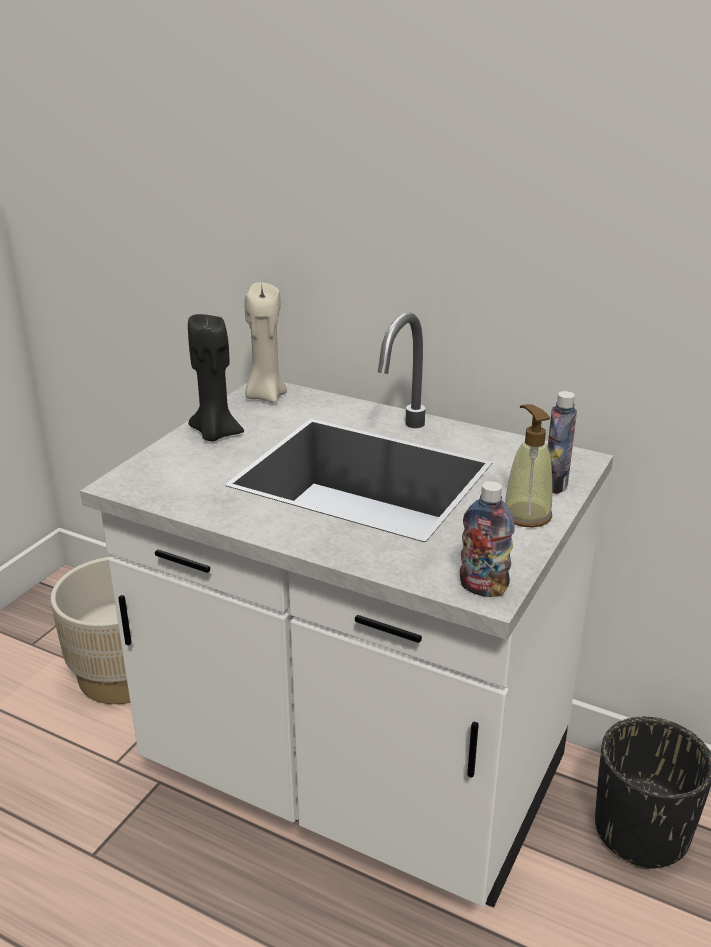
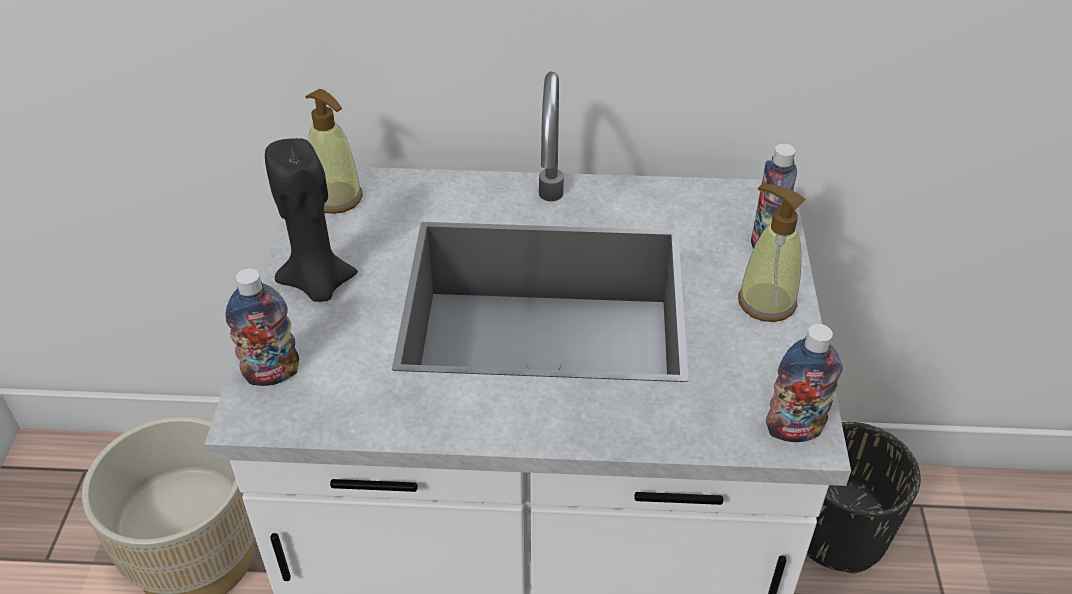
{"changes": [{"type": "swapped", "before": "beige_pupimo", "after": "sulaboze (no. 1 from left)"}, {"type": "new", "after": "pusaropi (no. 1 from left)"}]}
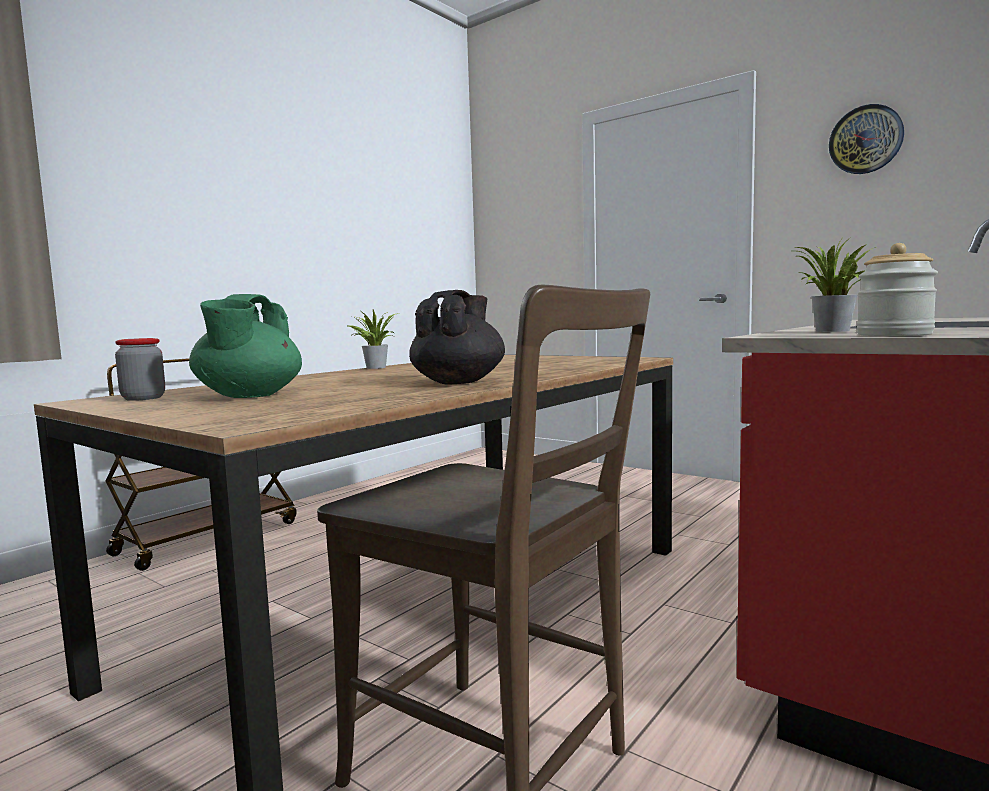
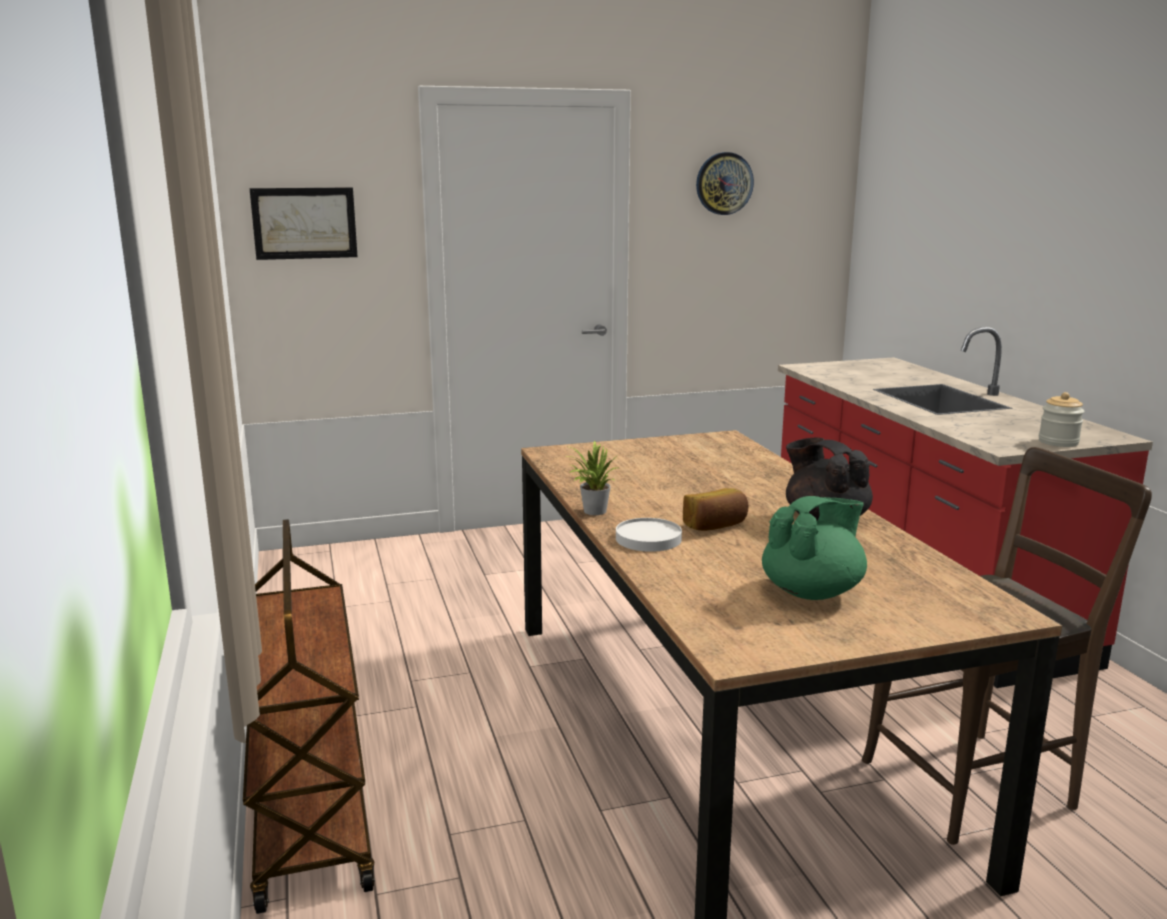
{"changes": [{"type": "gone", "before": "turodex (no. 1 from left)"}, {"type": "rotated", "before": "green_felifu", "turn": -75}, {"type": "gone", "before": "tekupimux (no. 2 from left)"}, {"type": "new", "after": "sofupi"}, {"type": "new", "after": "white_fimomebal"}, {"type": "new", "after": "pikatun"}]}
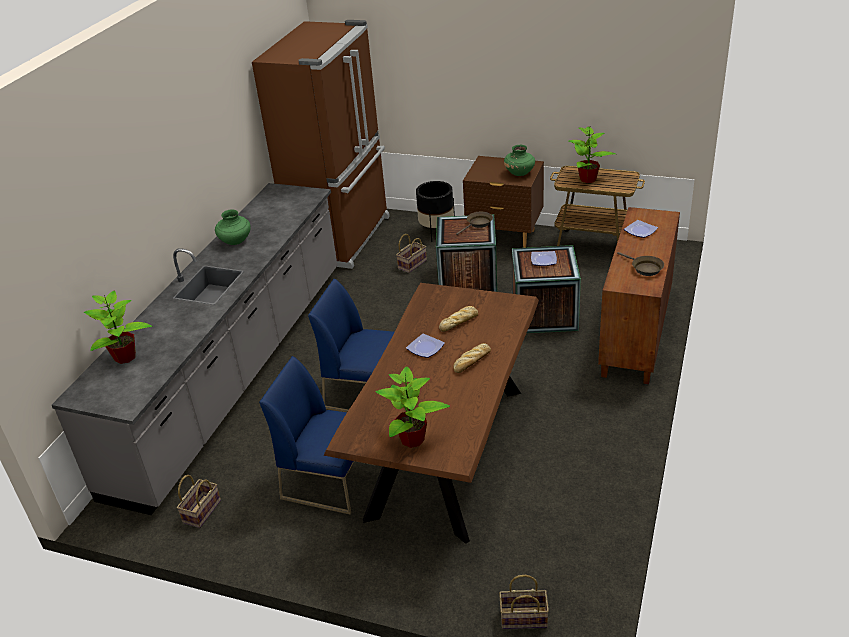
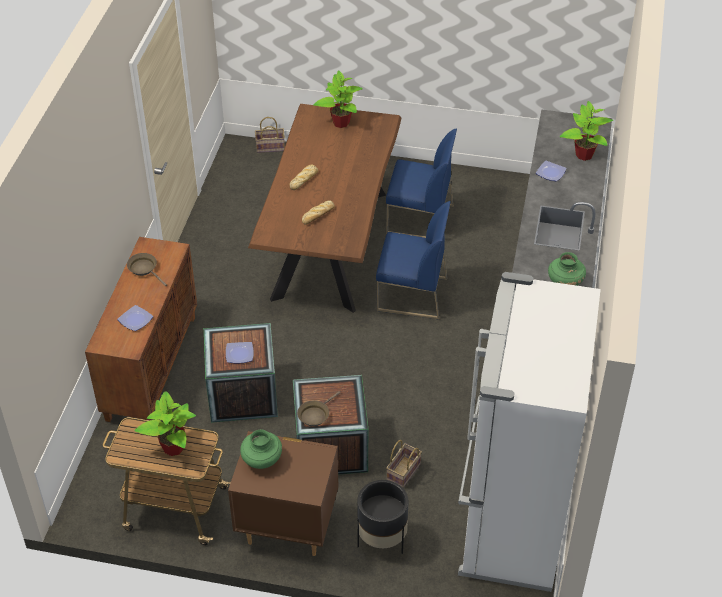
{"changes": [{"type": "gone", "before": "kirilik (no. 1 from left)"}, {"type": "repainted", "before": "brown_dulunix", "after": "white_dulunix"}, {"type": "shifted", "before": "fimomebal (no. 1 from left in the first image)", "after": "fimomebal (no. 3 from left)"}]}
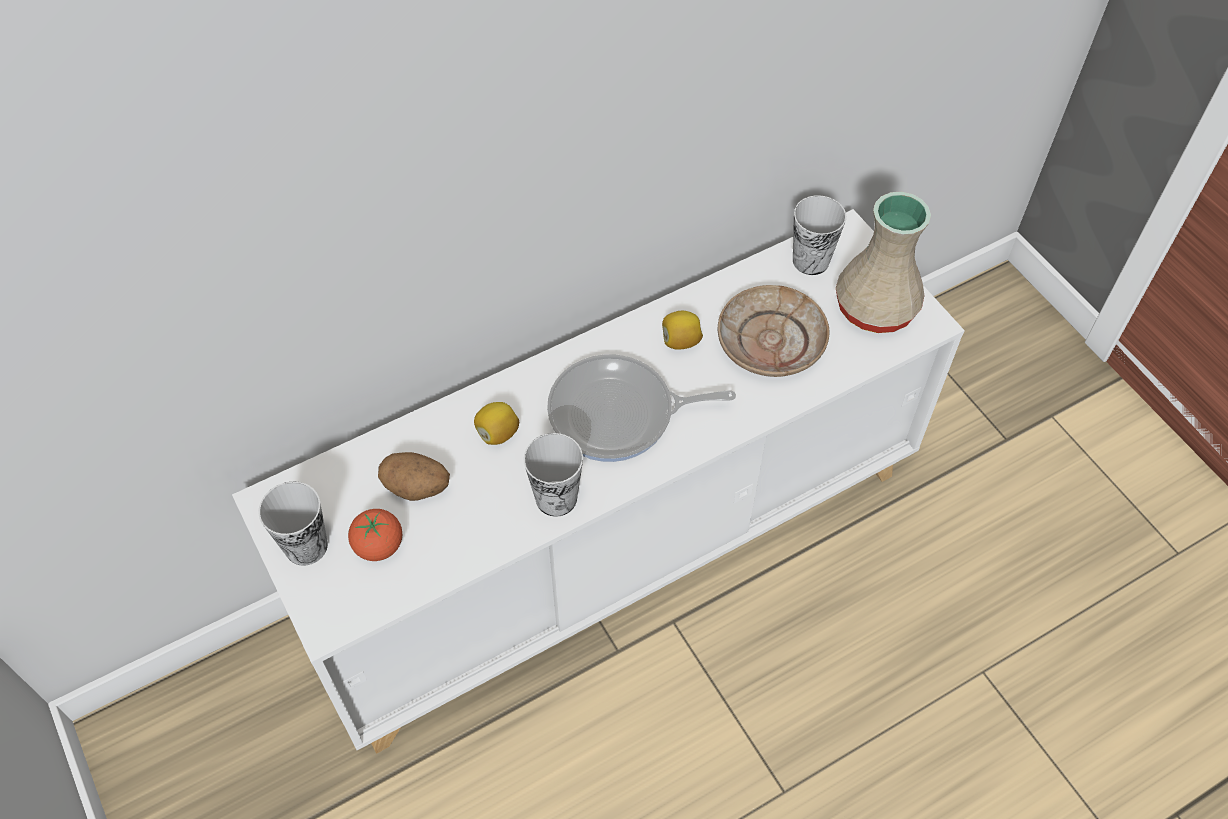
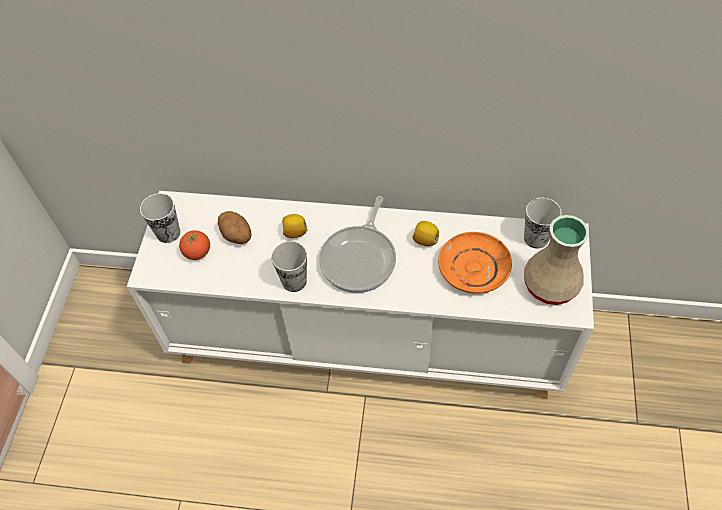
{"changes": [{"type": "rotated", "before": "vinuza", "turn": -105}, {"type": "repainted", "before": "beige_fimomebal", "after": "orange_fimomebal"}]}
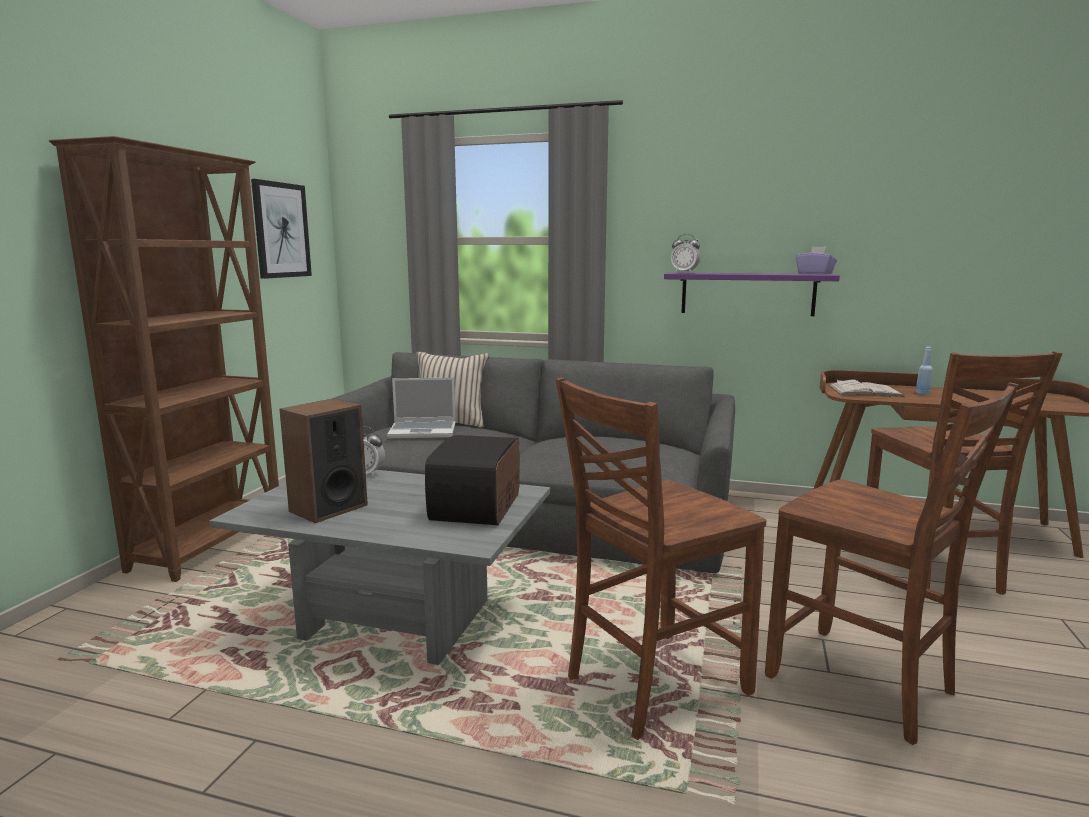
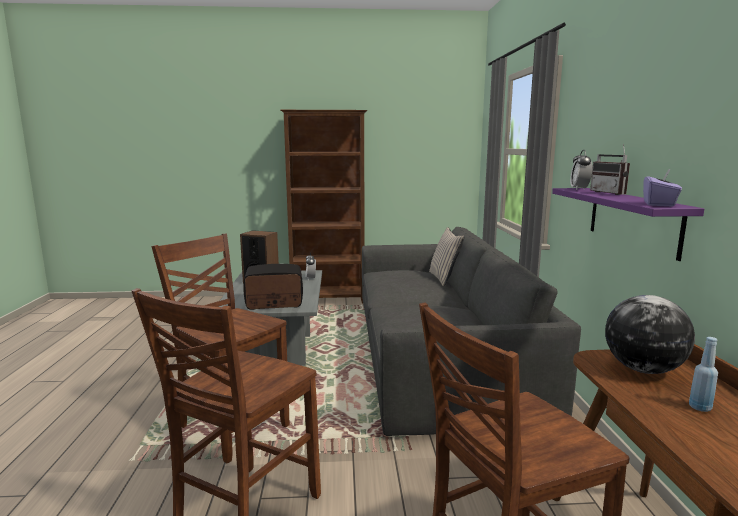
{"changes": [{"type": "gone", "before": "sofupi"}, {"type": "gone", "before": "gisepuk"}, {"type": "swapped", "before": "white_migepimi", "after": "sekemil"}, {"type": "new", "after": "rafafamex (no. 2 from left)"}]}
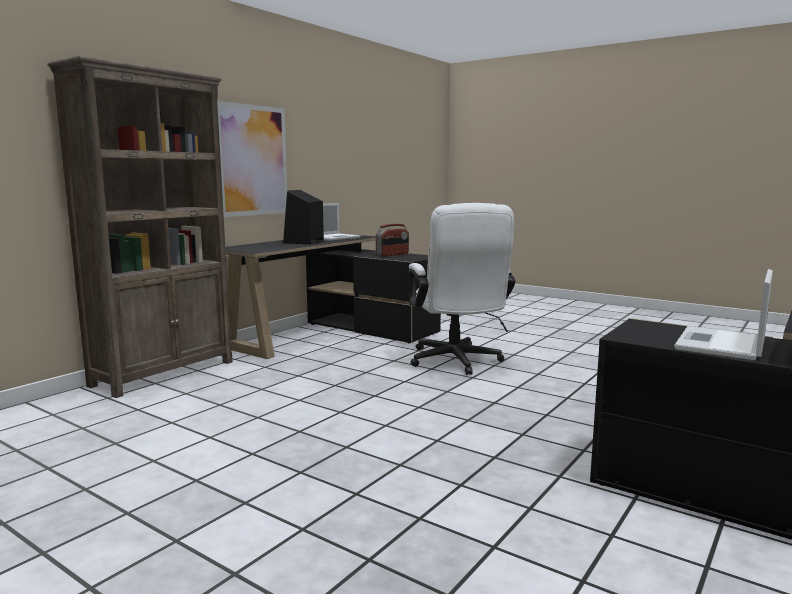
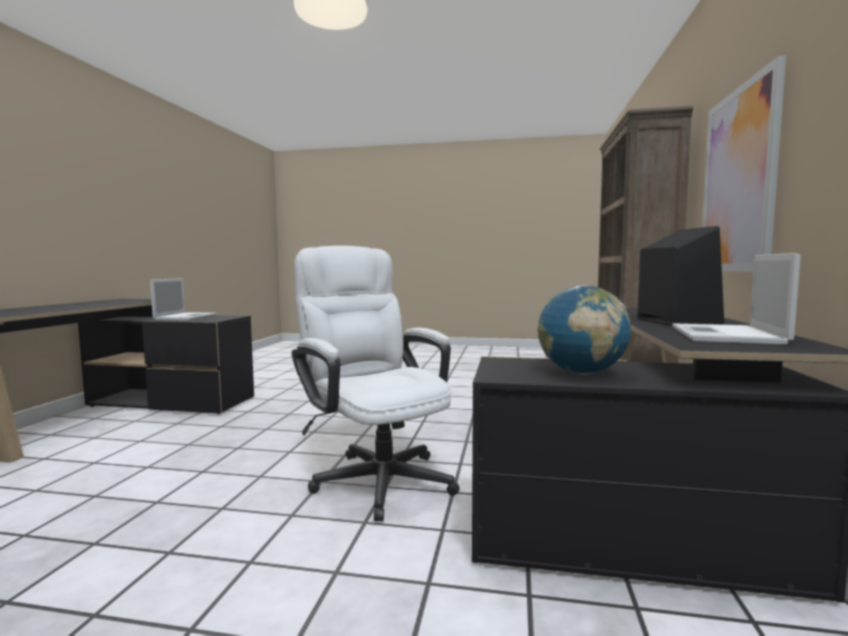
{"changes": [{"type": "swapped", "before": "rafafamex", "after": "sekemil"}]}
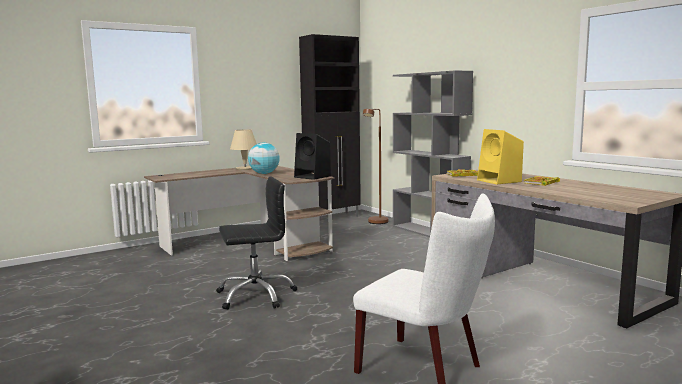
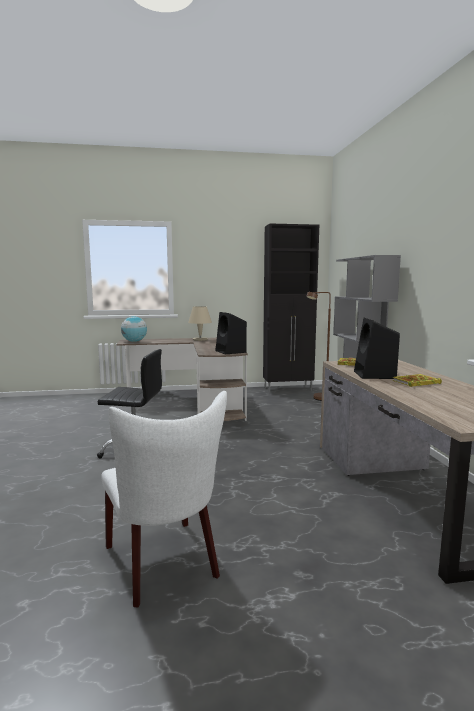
{"changes": [{"type": "shifted", "before": "sekemil"}, {"type": "repainted", "before": "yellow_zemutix", "after": "black_zemutix (no. 2 from left)"}]}
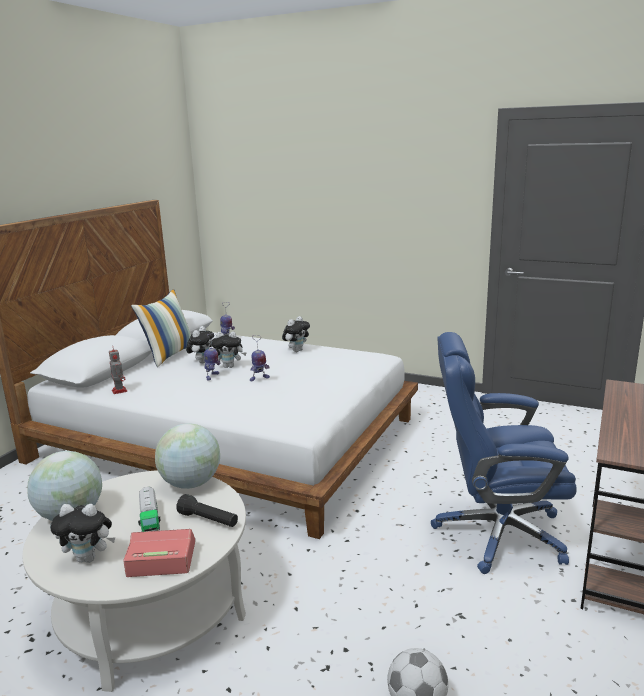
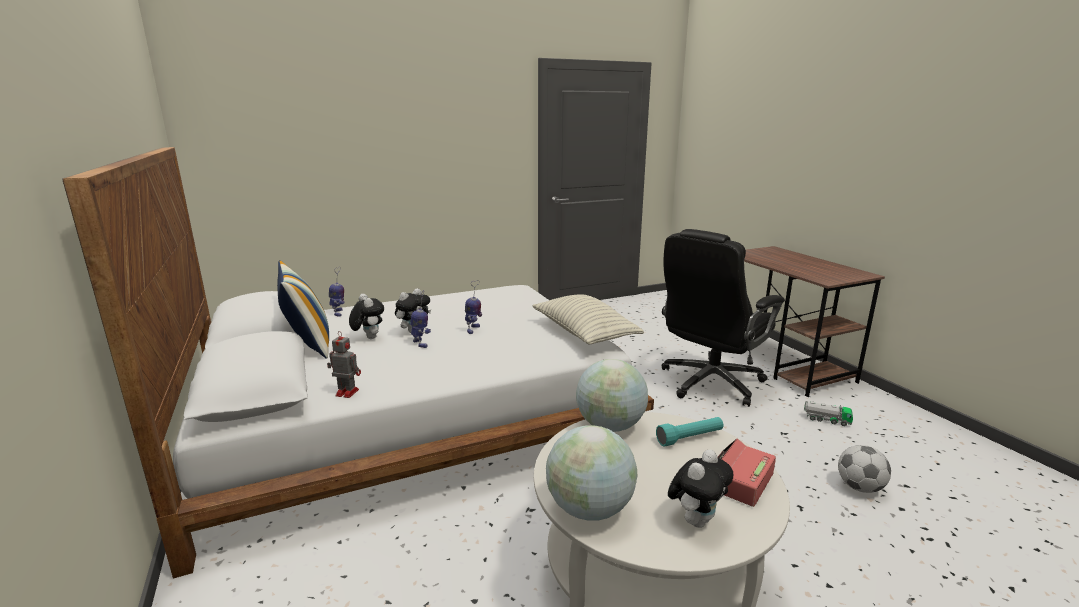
{"changes": [{"type": "shifted", "before": "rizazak"}, {"type": "repainted", "before": "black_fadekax", "after": "turquoise_fadekax"}, {"type": "gone", "before": "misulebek (no. 4 from left)"}, {"type": "repainted", "before": "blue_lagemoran", "after": "black_lagemoran"}, {"type": "new", "after": "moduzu (no. 2 from left)"}]}
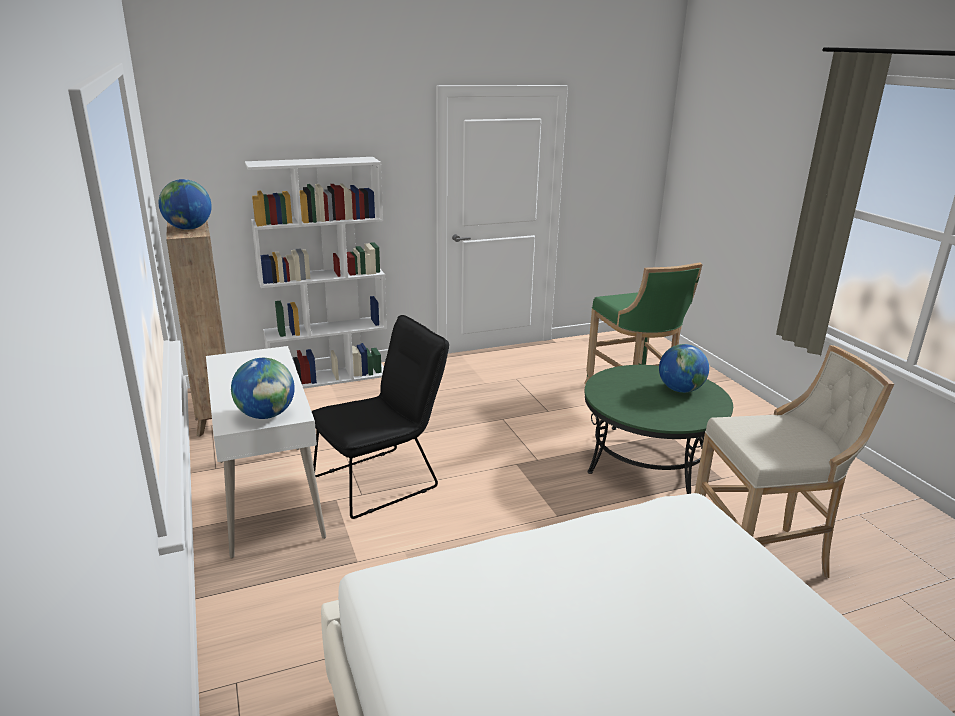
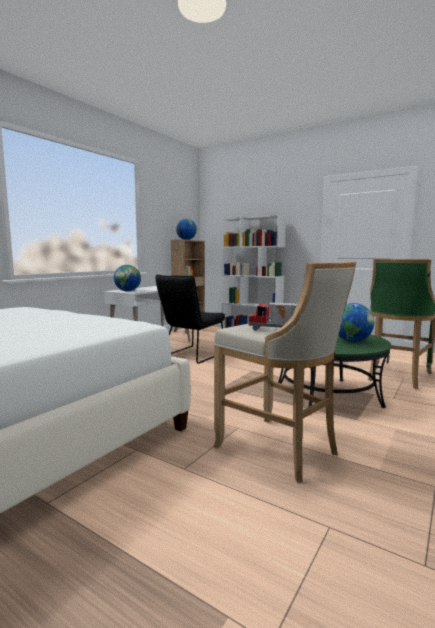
{"changes": [{"type": "rotated", "before": "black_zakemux", "turn": 105}, {"type": "new", "after": "rizazak"}]}
